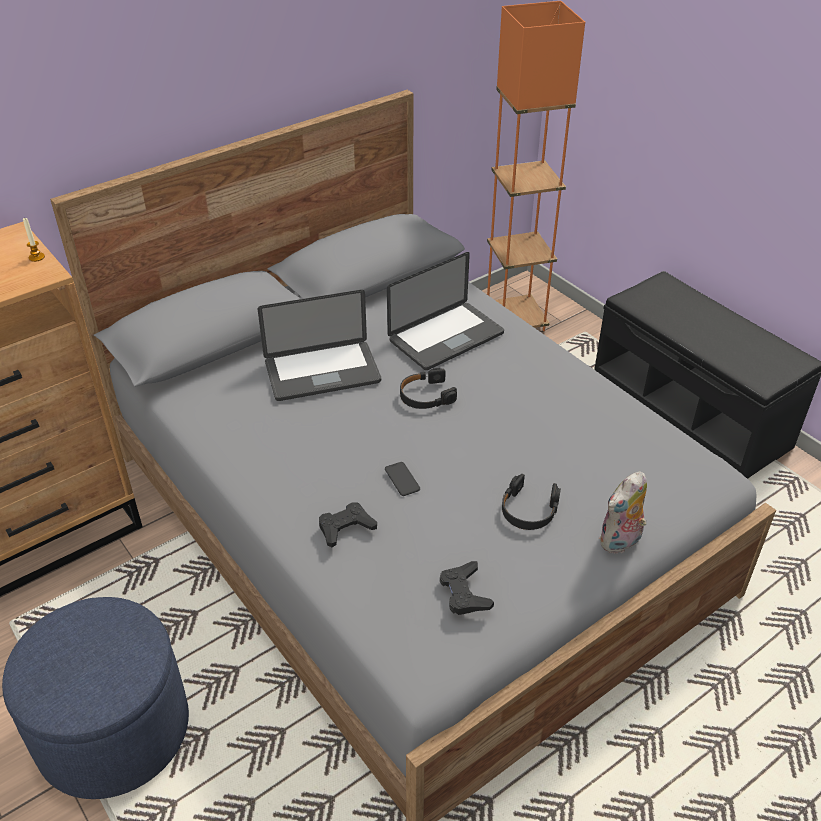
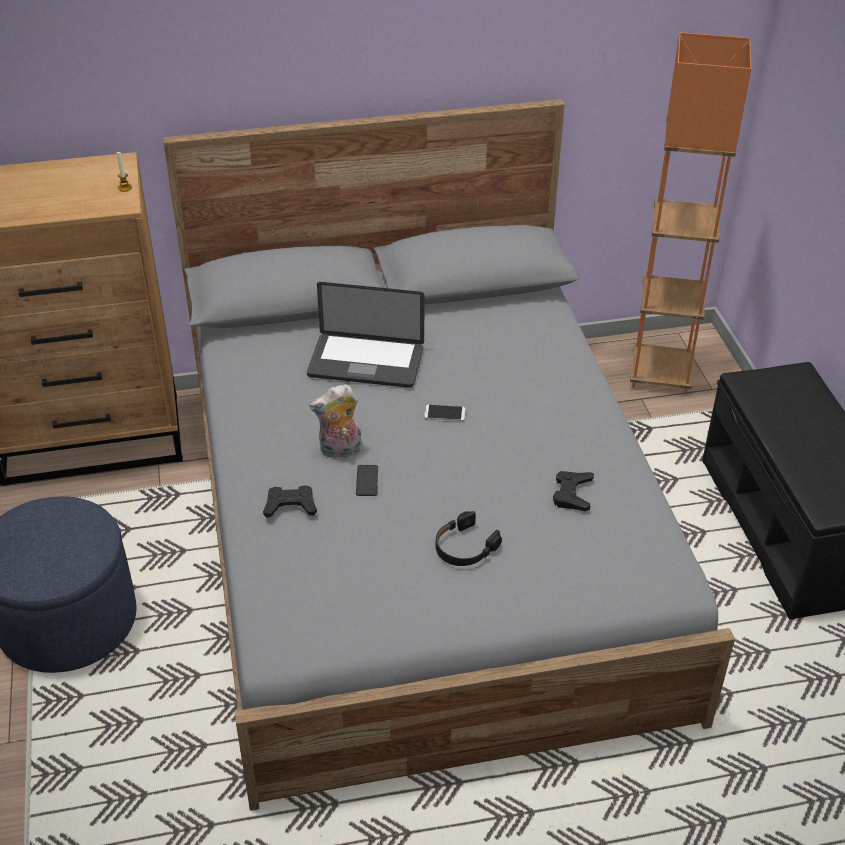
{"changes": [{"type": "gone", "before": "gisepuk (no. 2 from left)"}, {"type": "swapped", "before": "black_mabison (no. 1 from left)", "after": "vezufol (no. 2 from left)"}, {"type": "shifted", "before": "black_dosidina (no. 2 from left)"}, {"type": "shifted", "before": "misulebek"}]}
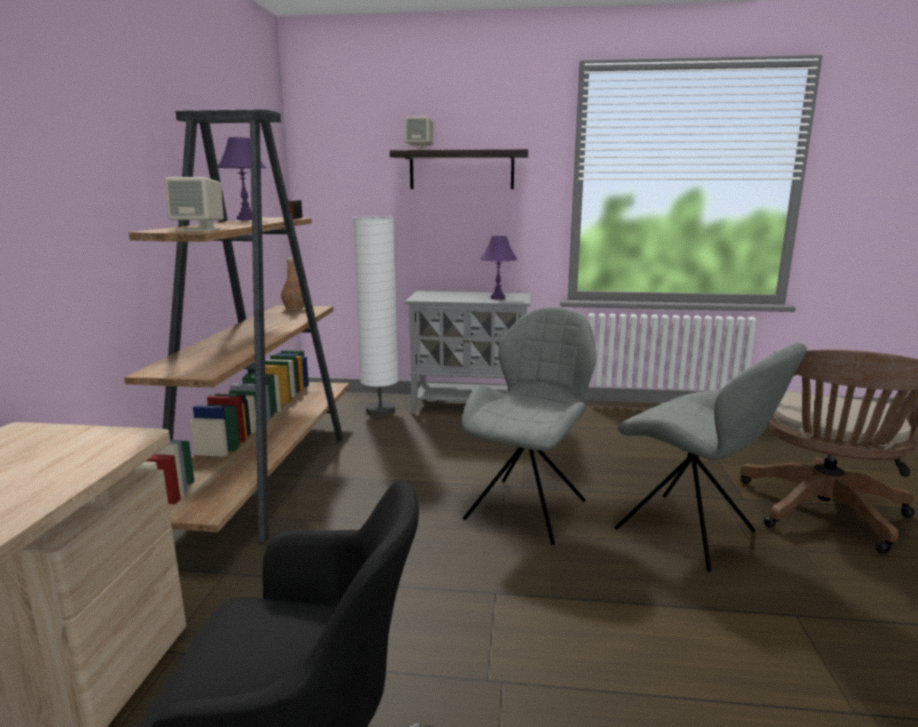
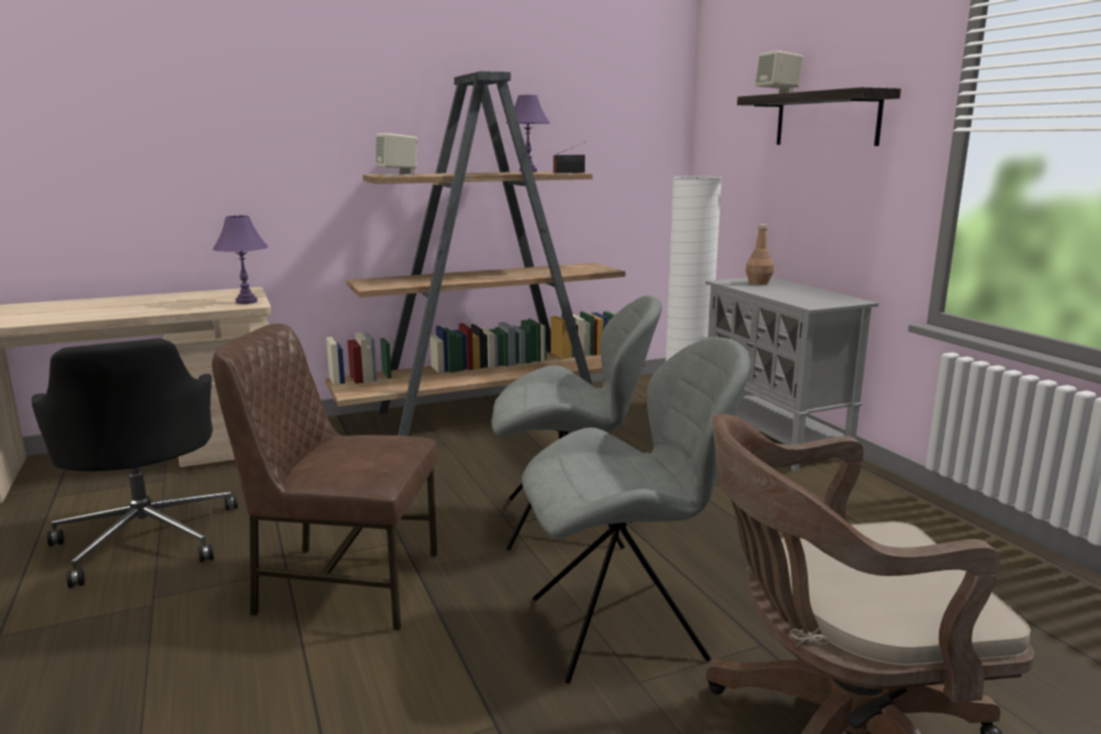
{"changes": [{"type": "shifted", "before": "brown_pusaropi"}, {"type": "shifted", "before": "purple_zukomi (no. 2 from left in the first image)", "after": "purple_zukomi (no. 1 from left)"}, {"type": "rotated", "before": "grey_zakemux (no. 2 from left)", "turn": -120}, {"type": "new", "after": "brown_zakemux"}]}
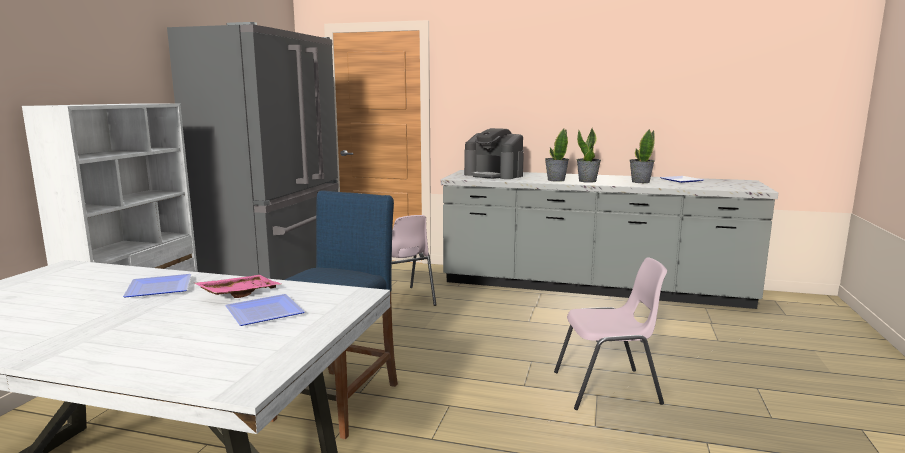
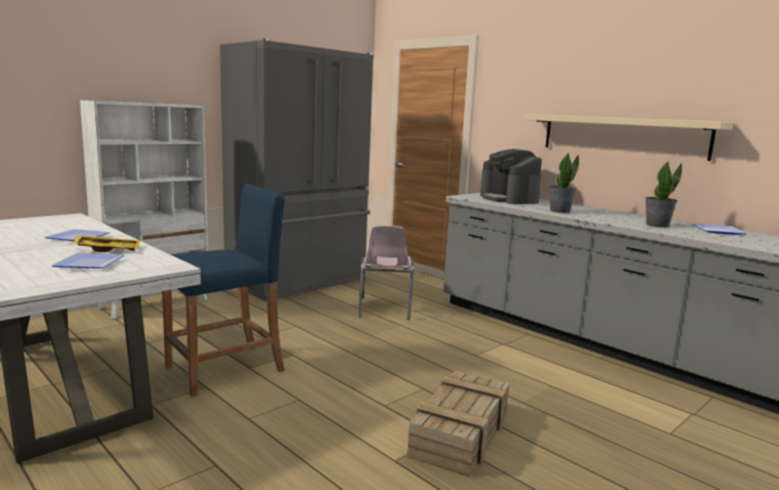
{"changes": [{"type": "repainted", "before": "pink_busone", "after": "yellow_busone"}, {"type": "swapped", "before": "pink_zakemux (no. 2 from left)", "after": "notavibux"}, {"type": "gone", "before": "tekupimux (no. 2 from left)"}, {"type": "new", "after": "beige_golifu"}]}
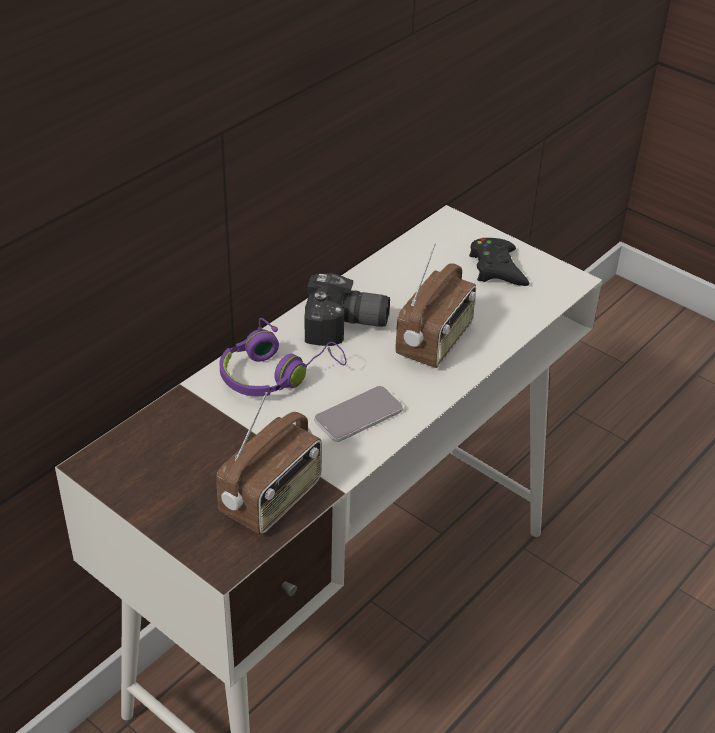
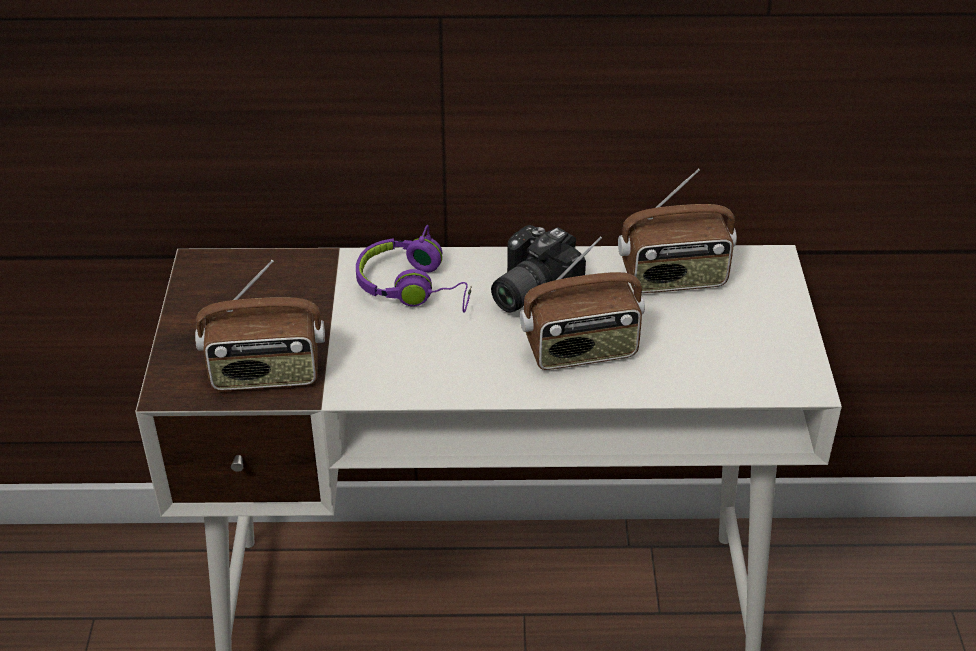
{"changes": [{"type": "rotated", "before": "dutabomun", "turn": 75}, {"type": "gone", "before": "vezufol"}, {"type": "gone", "before": "black_dosidina"}, {"type": "new", "after": "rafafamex (no. 3 from left)"}]}
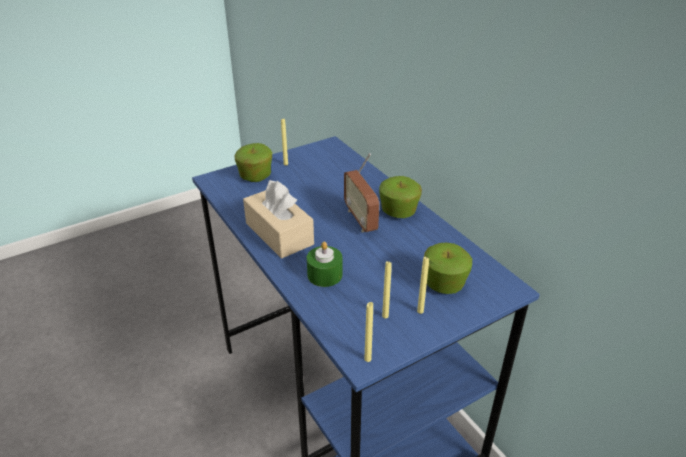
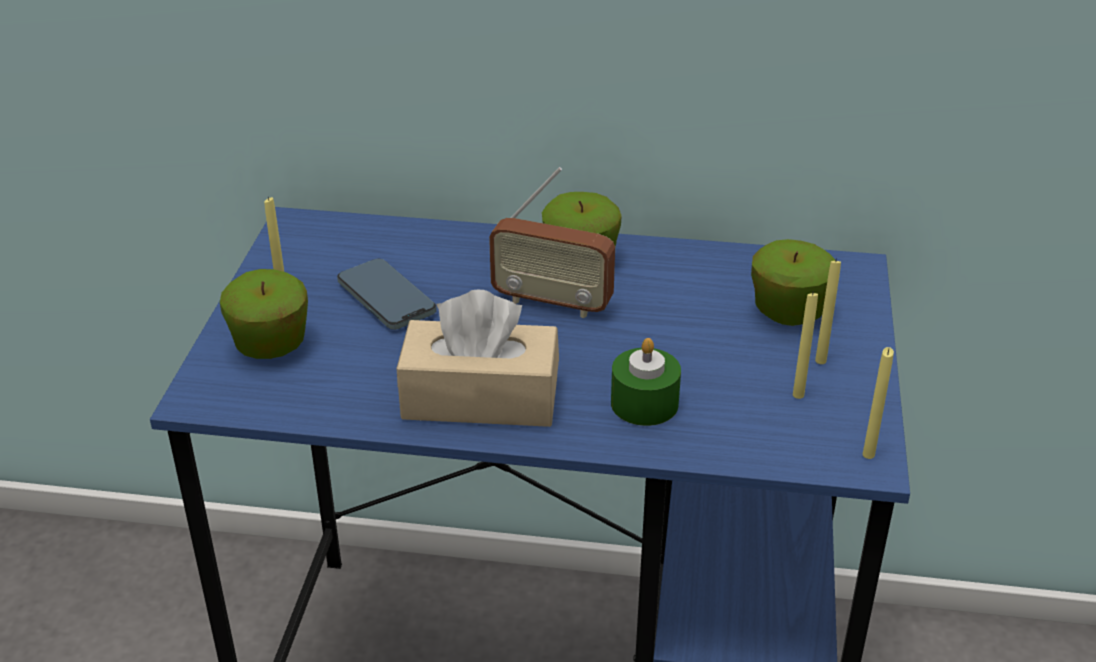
{"changes": [{"type": "new", "after": "vezufol"}]}
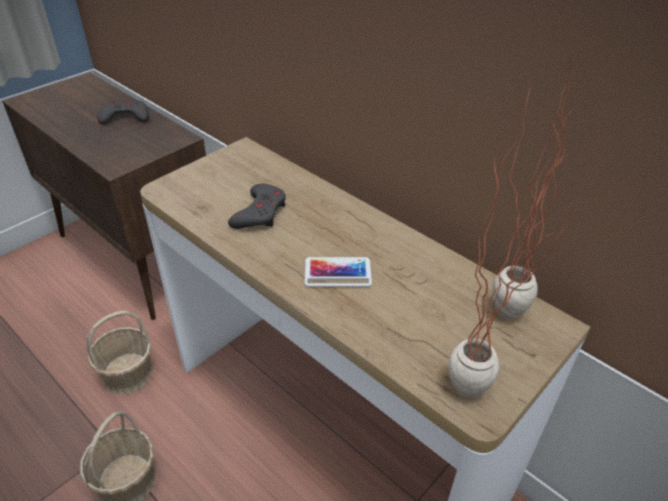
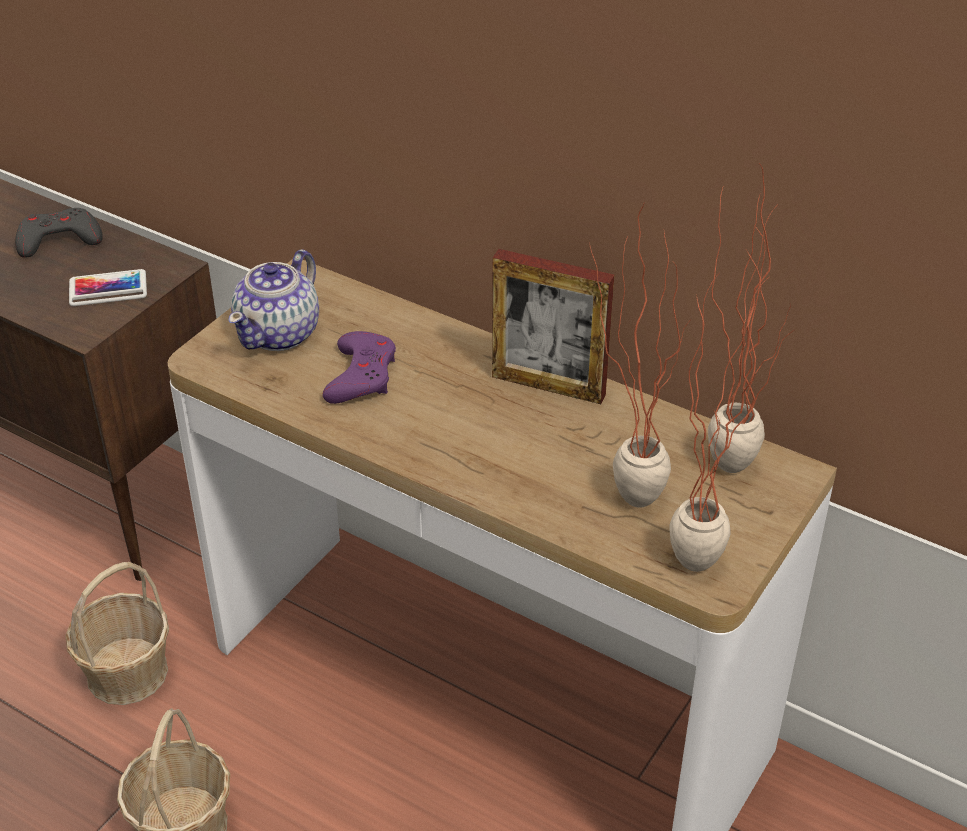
{"changes": [{"type": "repainted", "before": "grey_dosidina (no. 2 from left)", "after": "purple_dosidina"}, {"type": "shifted", "before": "vezufol"}, {"type": "new", "after": "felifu"}, {"type": "new", "after": "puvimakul"}, {"type": "new", "after": "tekupimux (no. 1 from left)"}]}
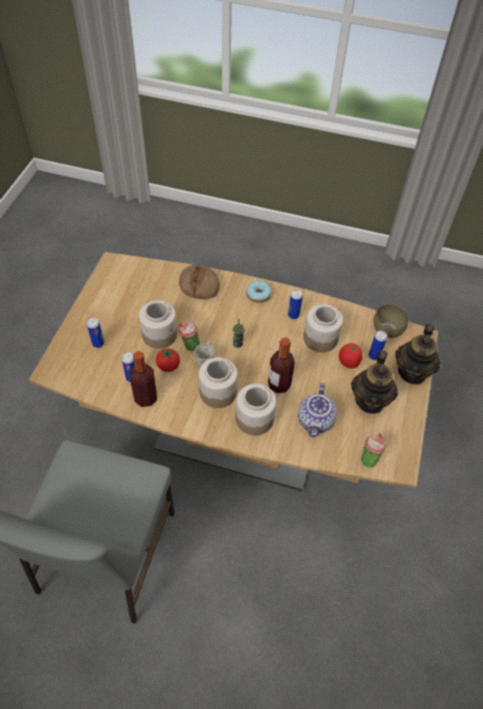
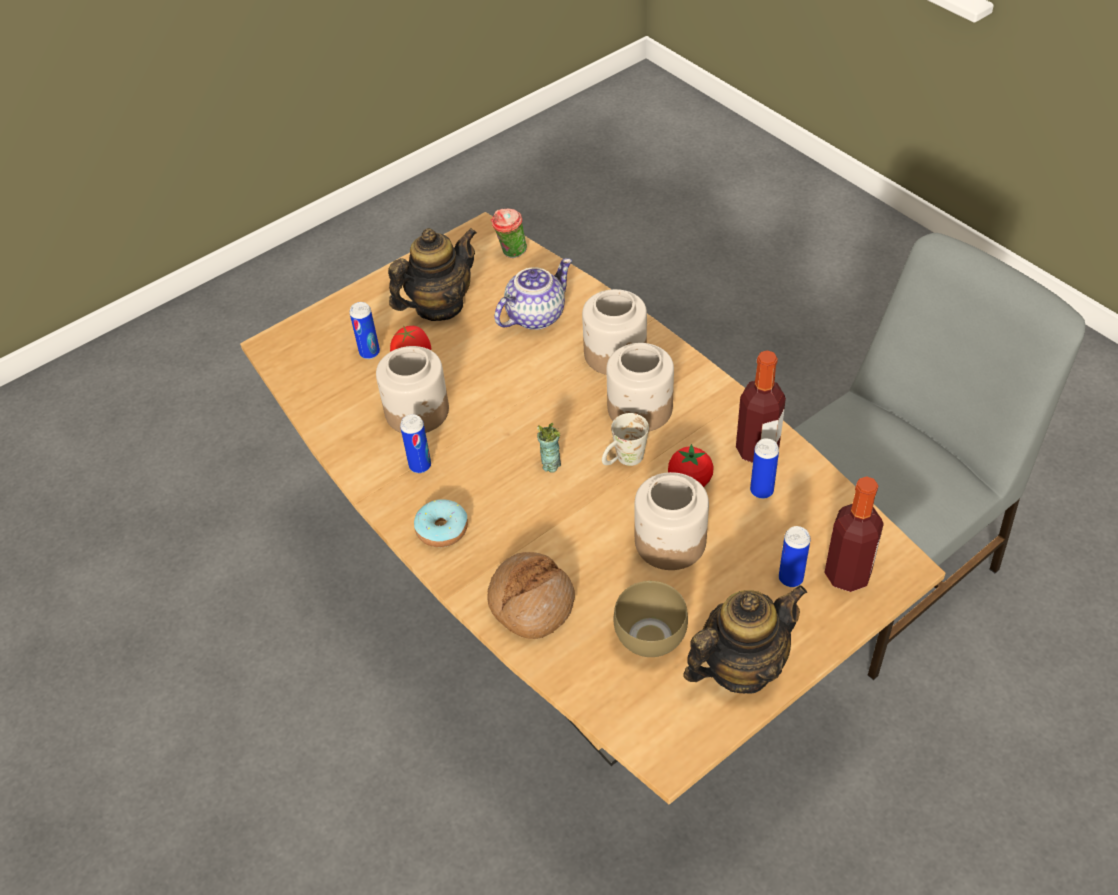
{"changes": [{"type": "gone", "before": "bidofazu (no. 1 from left)"}, {"type": "shifted", "before": "pusaropi (no. 2 from left)"}, {"type": "shifted", "before": "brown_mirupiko"}, {"type": "shifted", "before": "felifu (no. 3 from left)"}]}
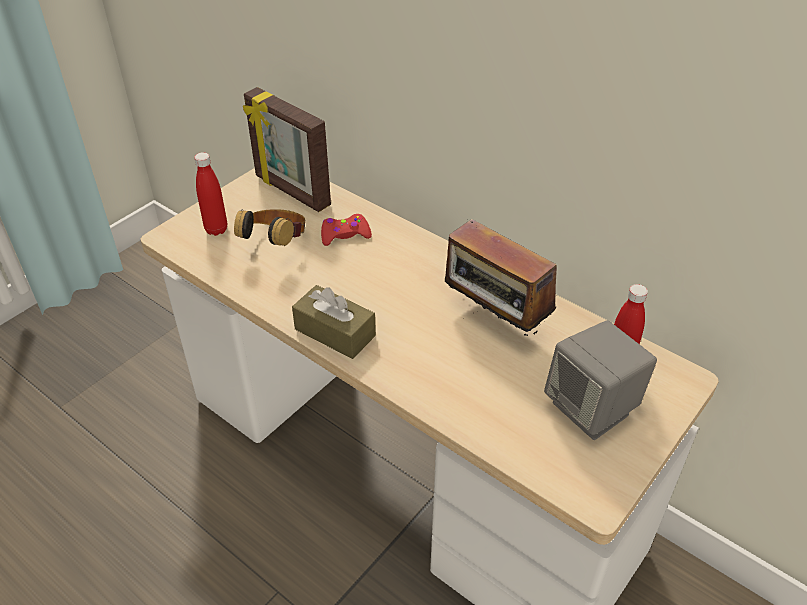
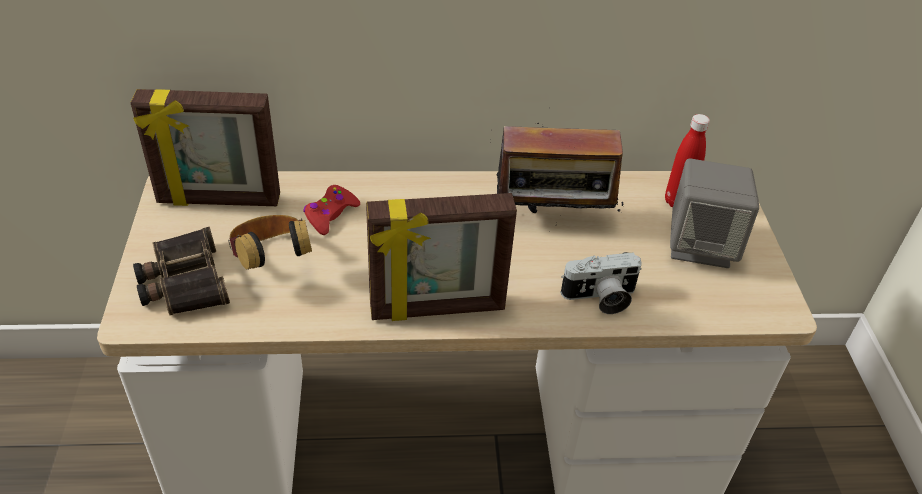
{"changes": [{"type": "swapped", "before": "red_pusaropi (no. 1 from left)", "after": "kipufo"}, {"type": "swapped", "before": "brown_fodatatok", "after": "puvimakul (no. 2 from left)"}, {"type": "new", "after": "dutabomun"}]}
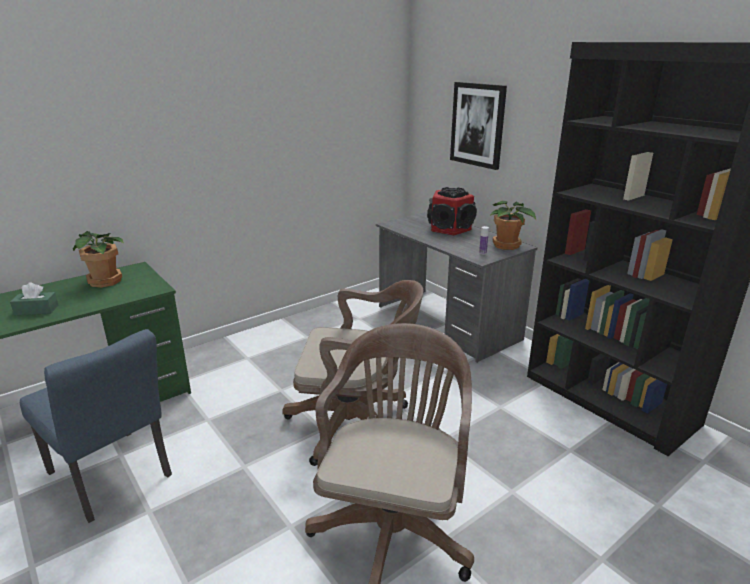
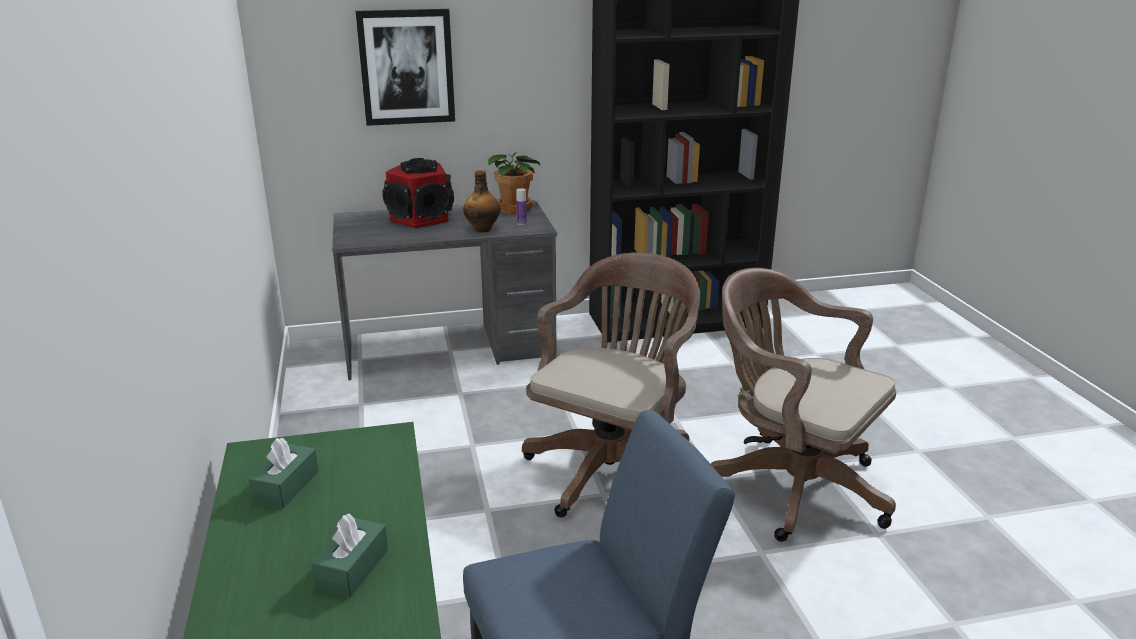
{"changes": [{"type": "swapped", "before": "tekupimux (no. 1 from left)", "after": "green_fodatatok (no. 1 from left)"}, {"type": "new", "after": "pusaropi (no. 1 from left)"}]}
